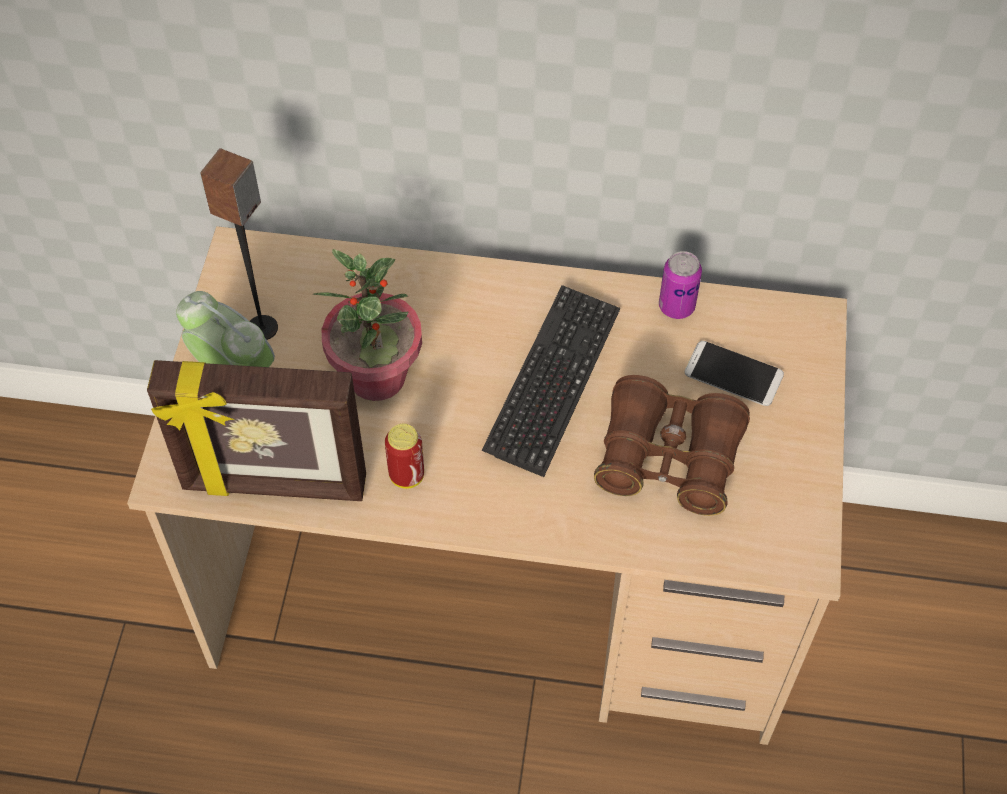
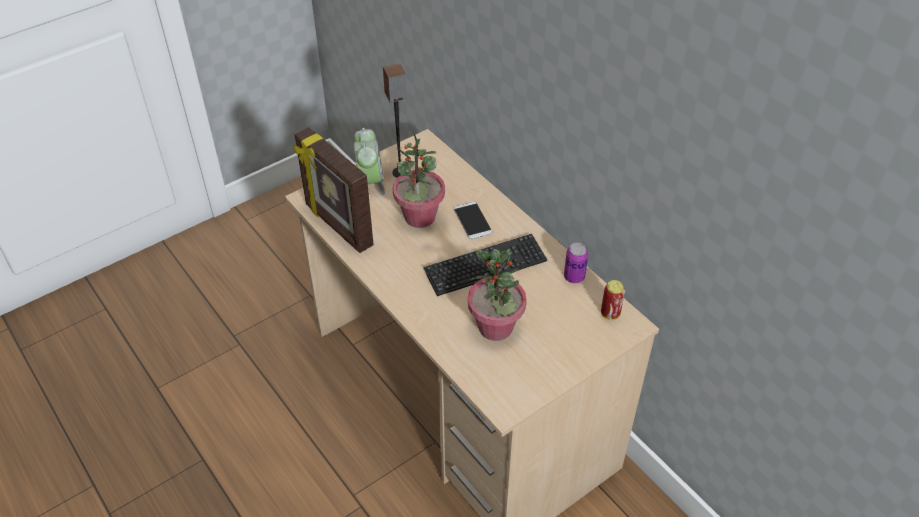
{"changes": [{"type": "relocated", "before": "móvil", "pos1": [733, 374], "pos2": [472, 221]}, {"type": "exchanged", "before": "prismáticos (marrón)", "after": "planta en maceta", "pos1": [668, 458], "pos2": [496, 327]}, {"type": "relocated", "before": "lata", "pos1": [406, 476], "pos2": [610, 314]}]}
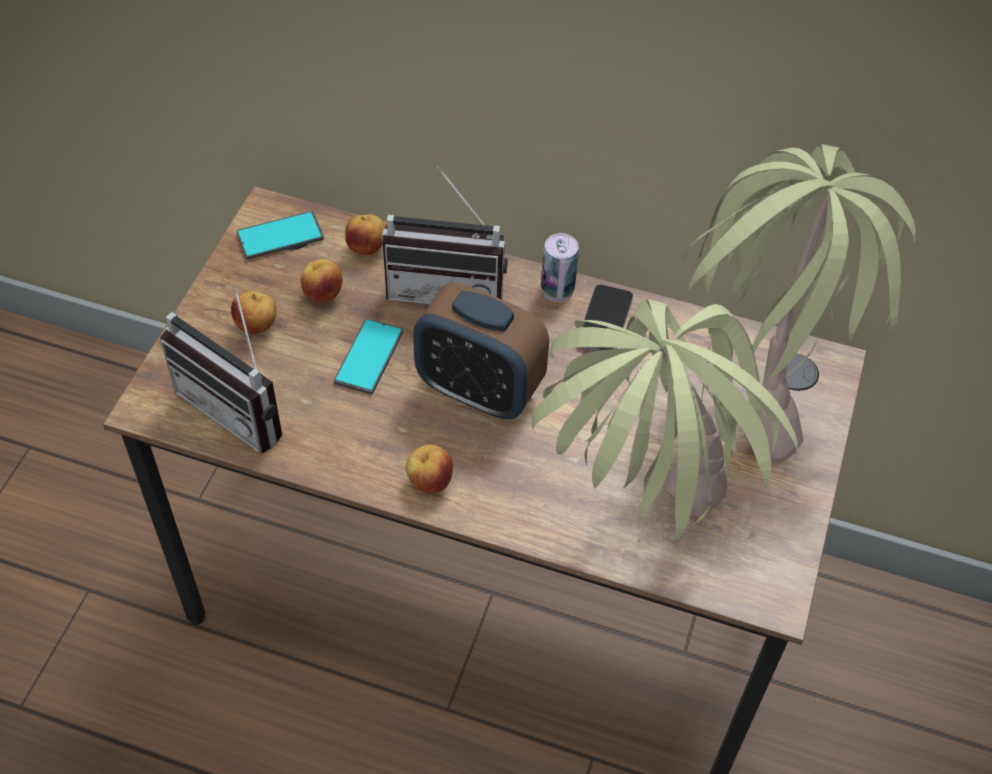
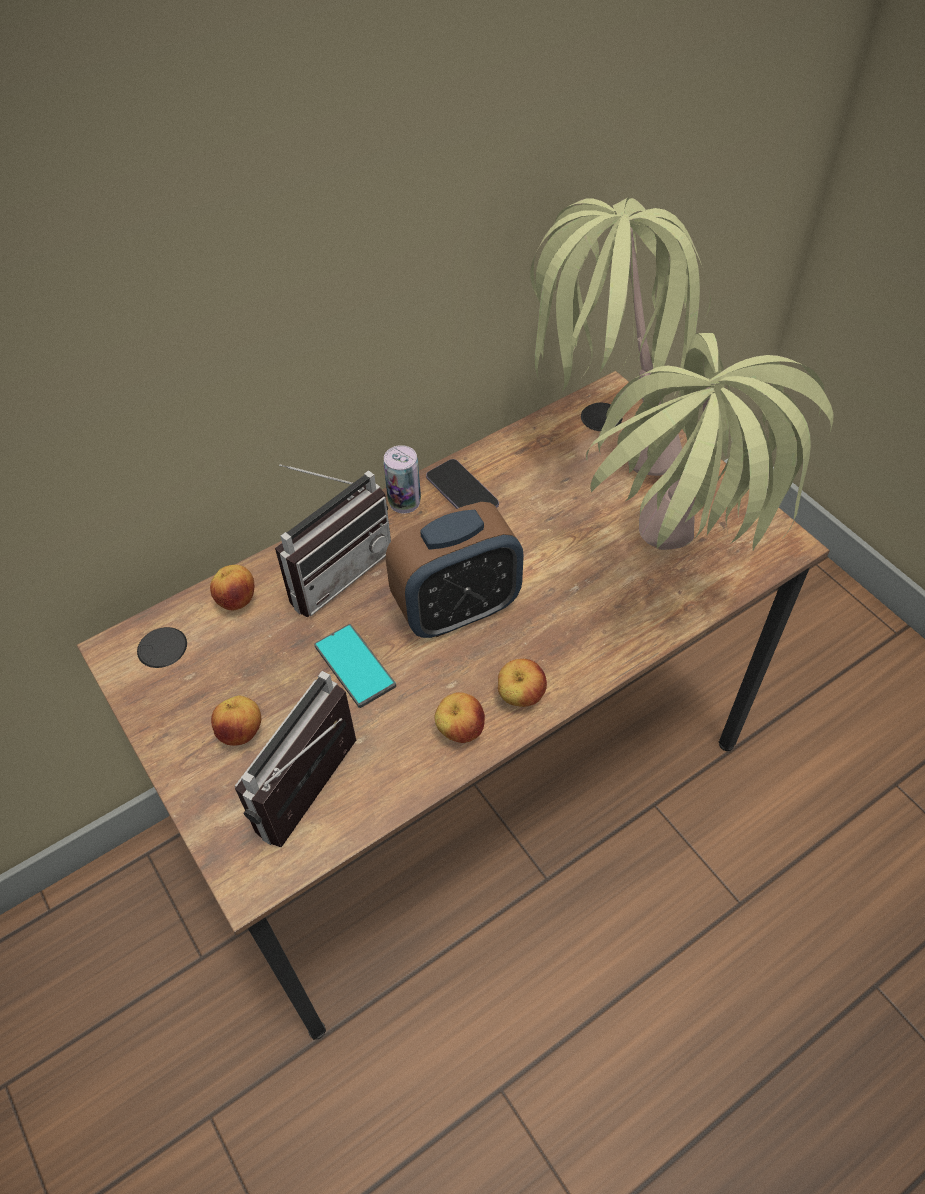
{"changes": [{"type": "spun", "before": "radio", "pos1": [241, 406], "pos2": [320, 796], "turn": 135}, {"type": "relocated", "before": "manzana", "pos1": [323, 294], "pos2": [460, 730]}, {"type": "missing", "before": "móvil", "pos1": [280, 236]}]}
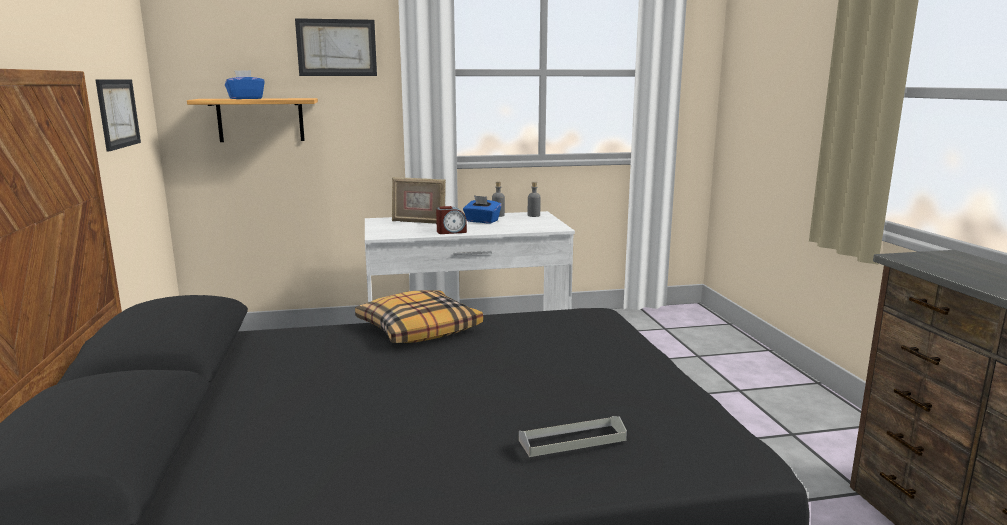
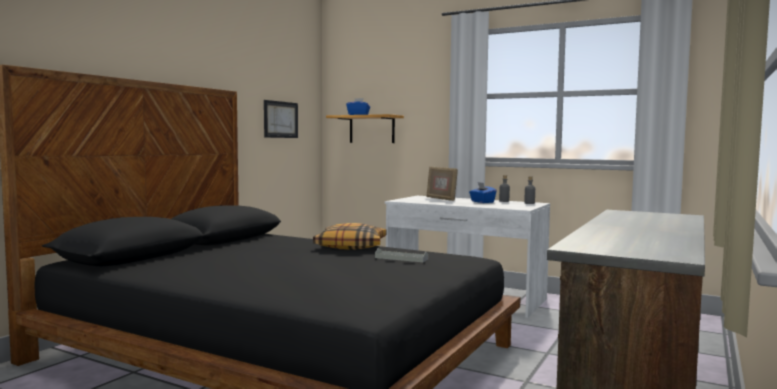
{"changes": [{"type": "relocated", "before": "bandeja (gris)", "pos1": [572, 440], "pos2": [401, 258]}, {"type": "missing", "before": "cuadro", "pos1": [336, 47]}, {"type": "missing", "before": "despertador", "pos1": [451, 232]}]}
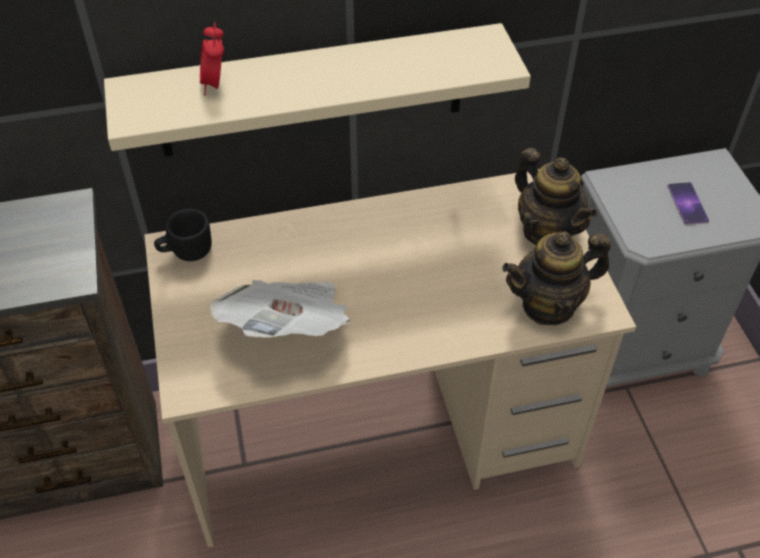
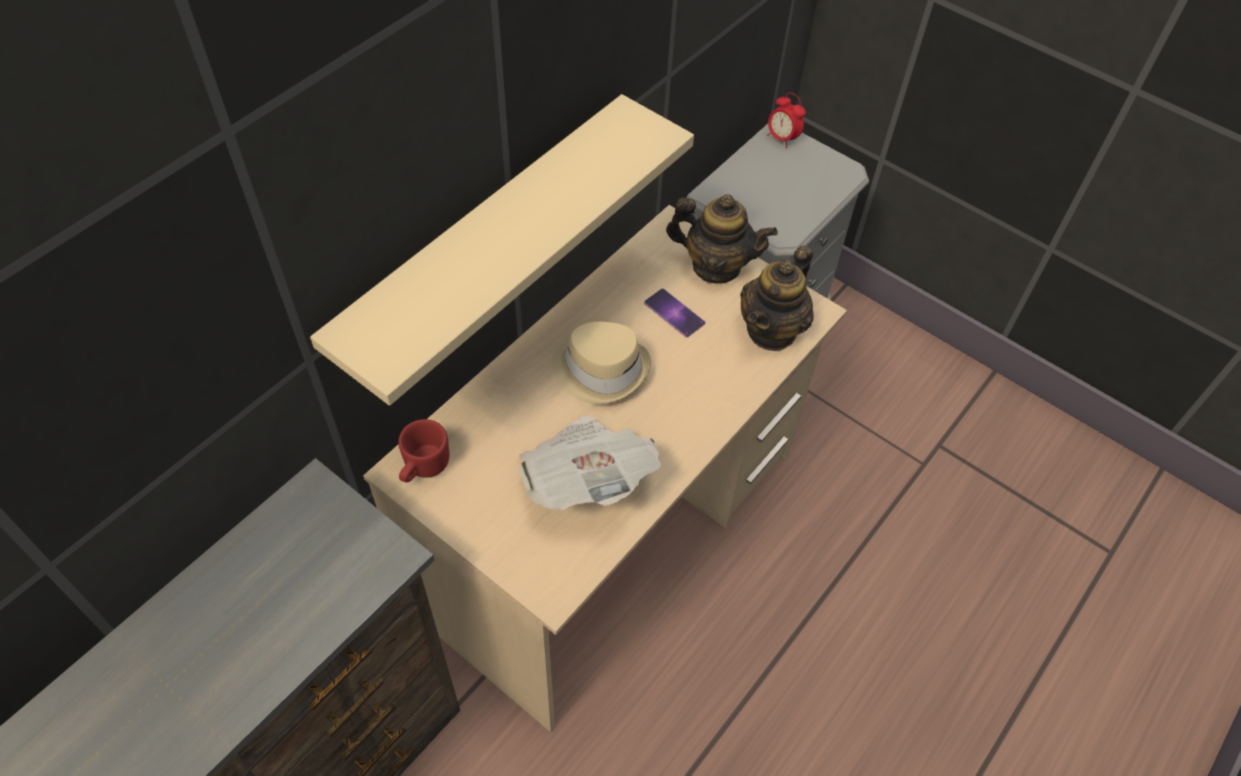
{"changes": [{"type": "colour", "before": "taza grande (negro)", "after": "taza grande (rojo)", "pos1": [186, 251], "pos2": [422, 467]}, {"type": "appeared", "after": "sombrero (beis)", "pos2": [601, 369]}, {"type": "relocated", "before": "móvil", "pos1": [687, 203], "pos2": [674, 313]}, {"type": "relocated", "before": "despertador", "pos1": [215, 85], "pos2": [782, 138]}]}
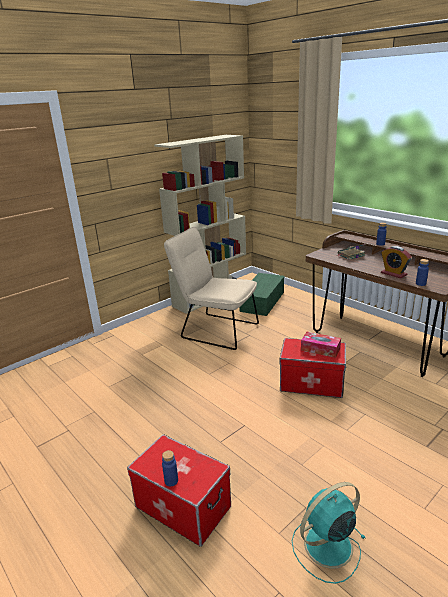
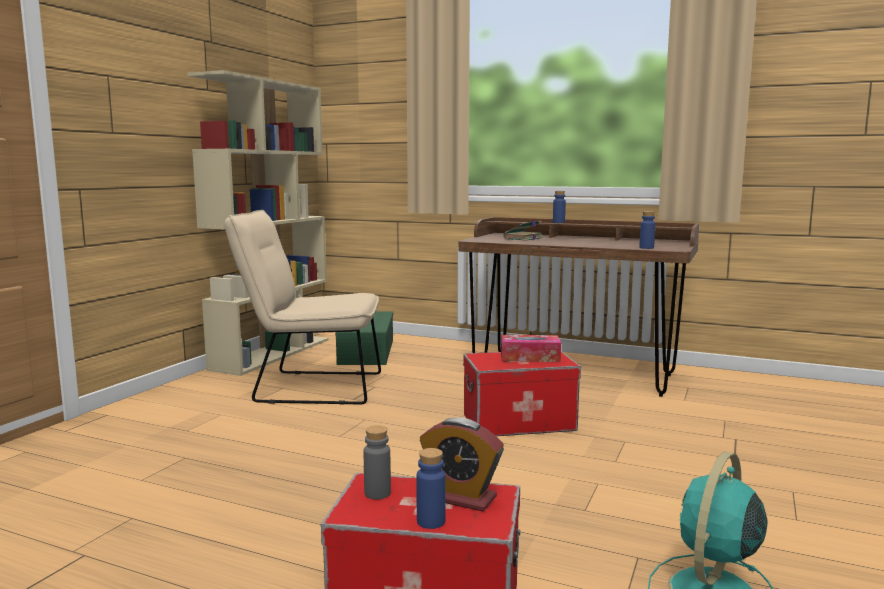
{"changes": [{"type": "appeared", "after": "botella (gris)", "pos2": [377, 493]}, {"type": "relocated", "before": "despertador", "pos1": [393, 274], "pos2": [460, 498]}]}
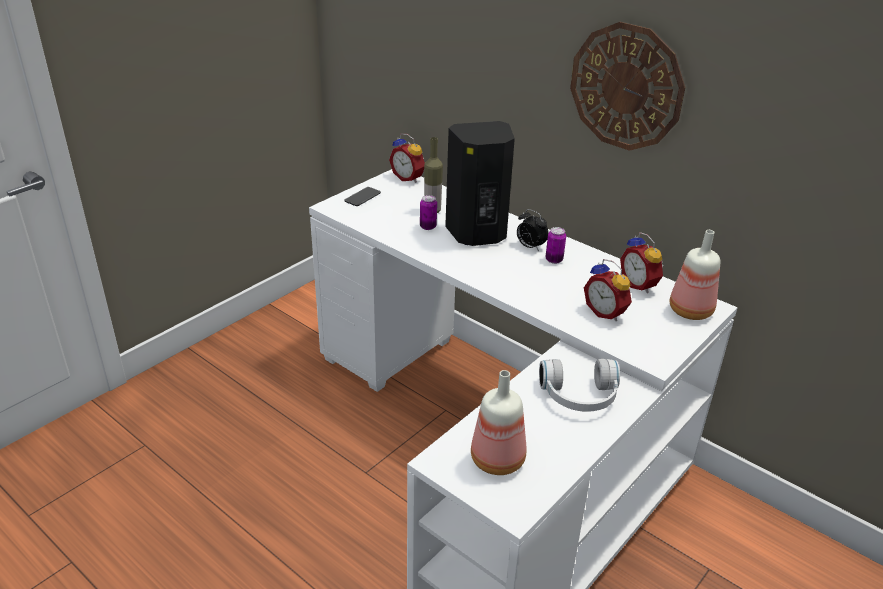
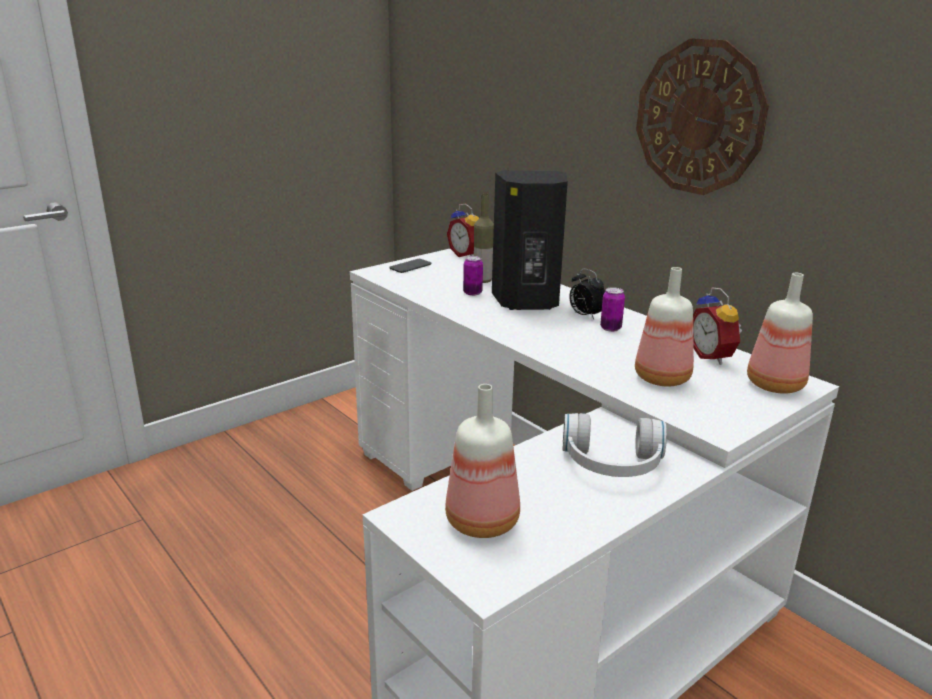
{"changes": [{"type": "exchanged", "before": "despertador", "after": "botella", "pos1": [606, 312], "pos2": [664, 379]}]}
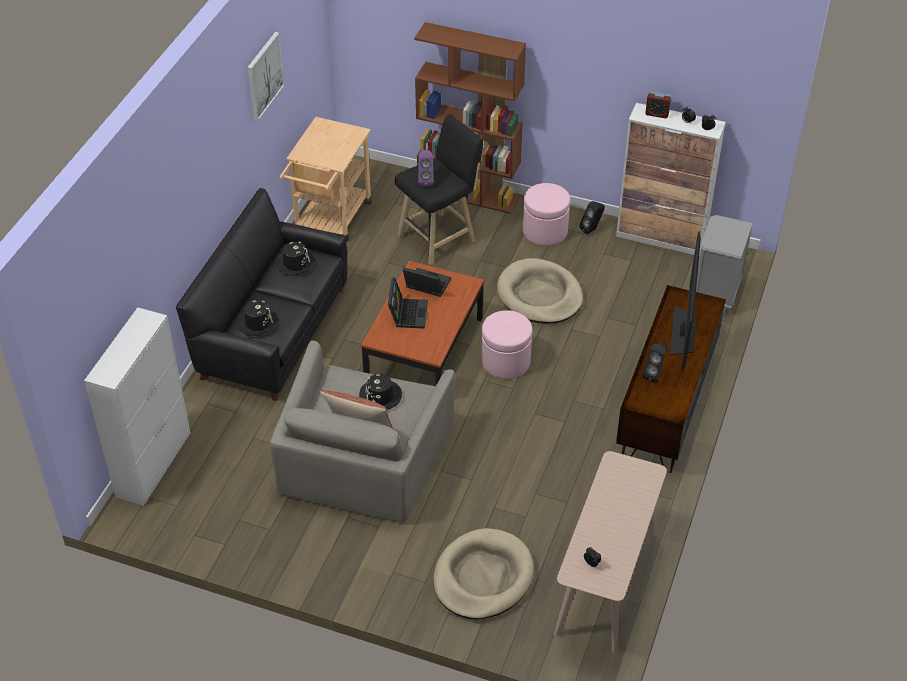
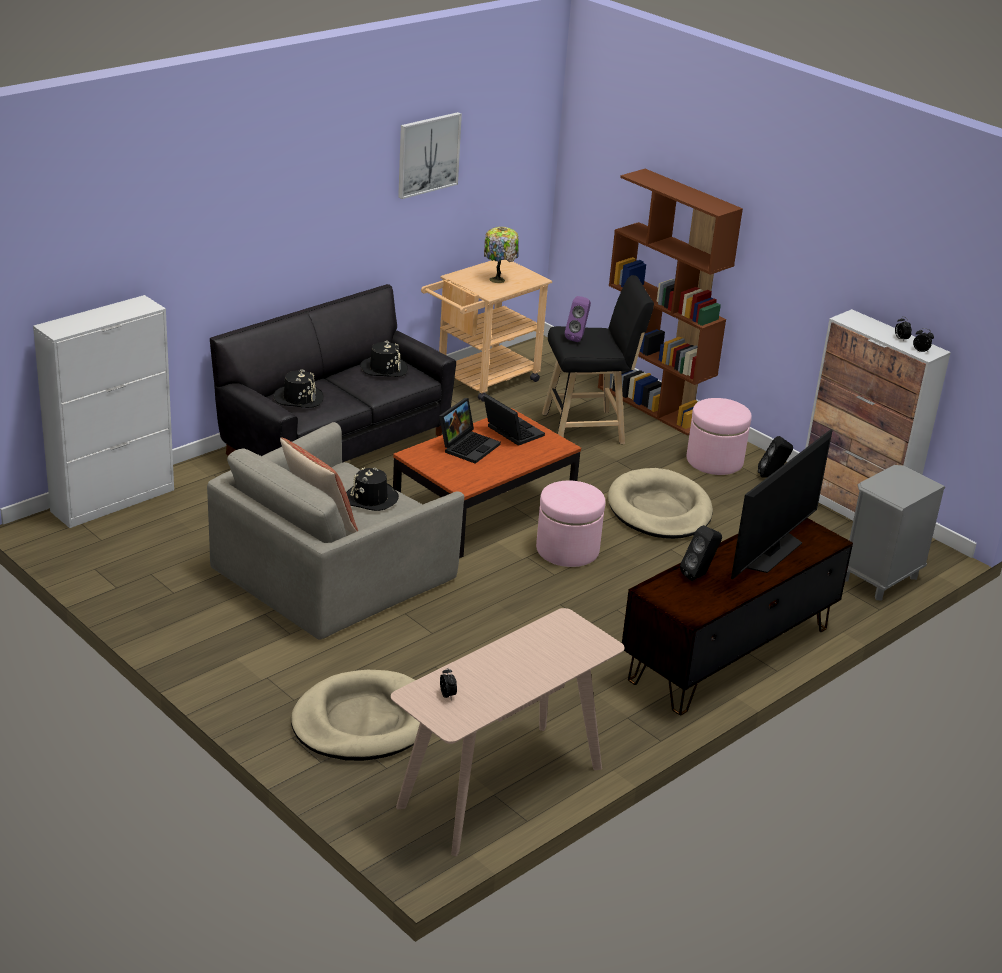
{"changes": [{"type": "appeared", "after": "lámpara de mesa", "pos2": [498, 280]}, {"type": "missing", "before": "despertador", "pos1": [657, 114]}]}
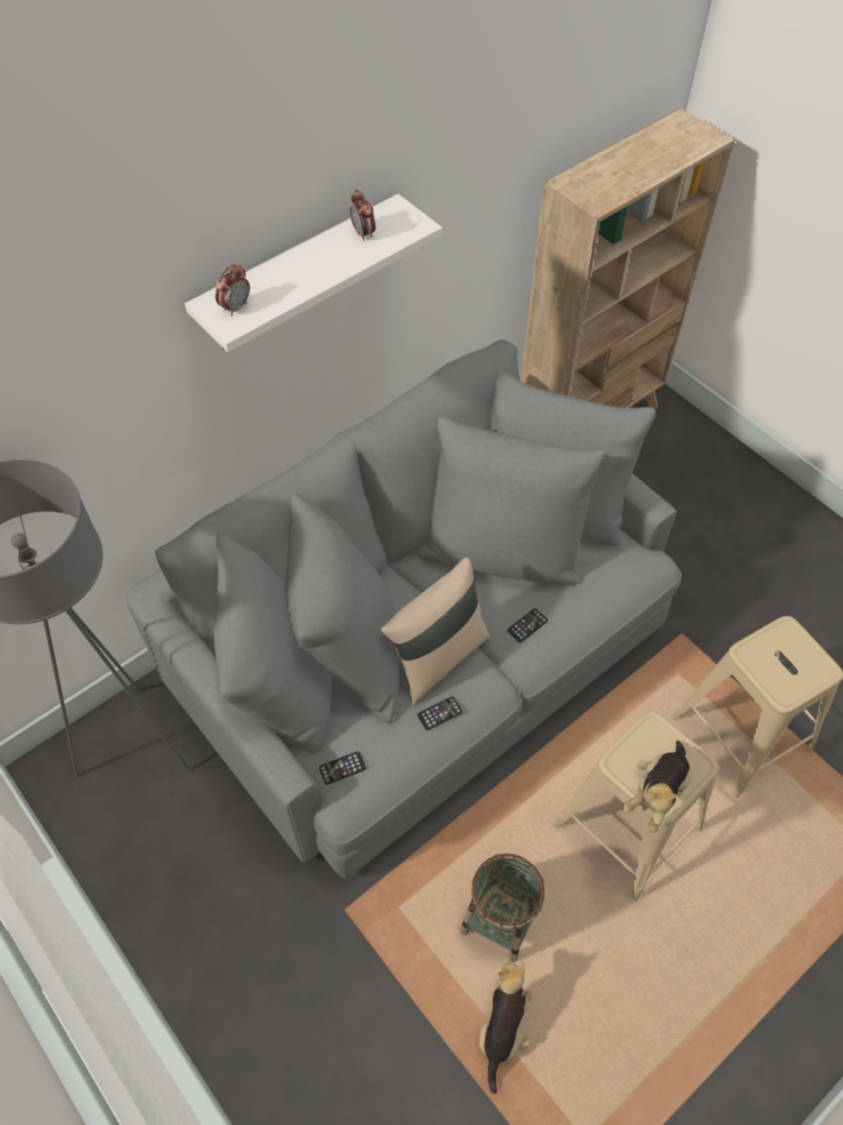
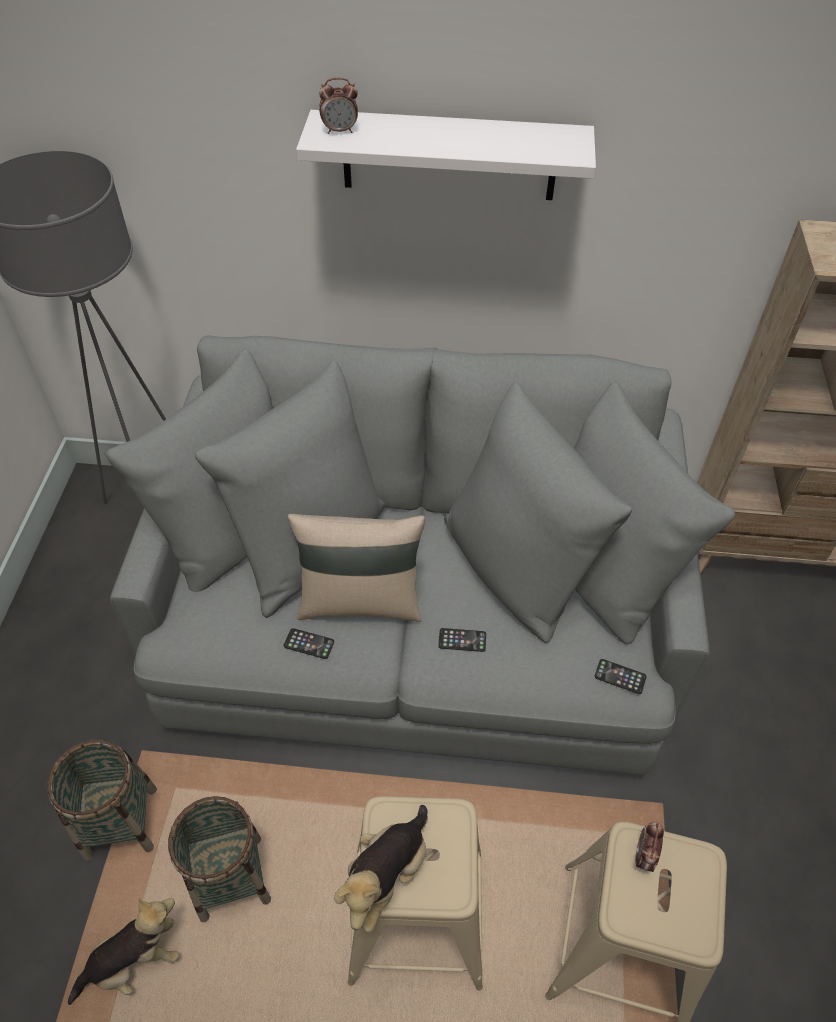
{"changes": [{"type": "appeared", "after": "cesta", "pos2": [121, 822]}, {"type": "spun", "before": "peluche", "pos1": [656, 793], "pos2": [385, 876], "turn": -45}, {"type": "relocated", "before": "móvil", "pos1": [342, 768], "pos2": [620, 676]}, {"type": "relocated", "before": "despertador", "pos1": [363, 233], "pos2": [644, 856]}]}
